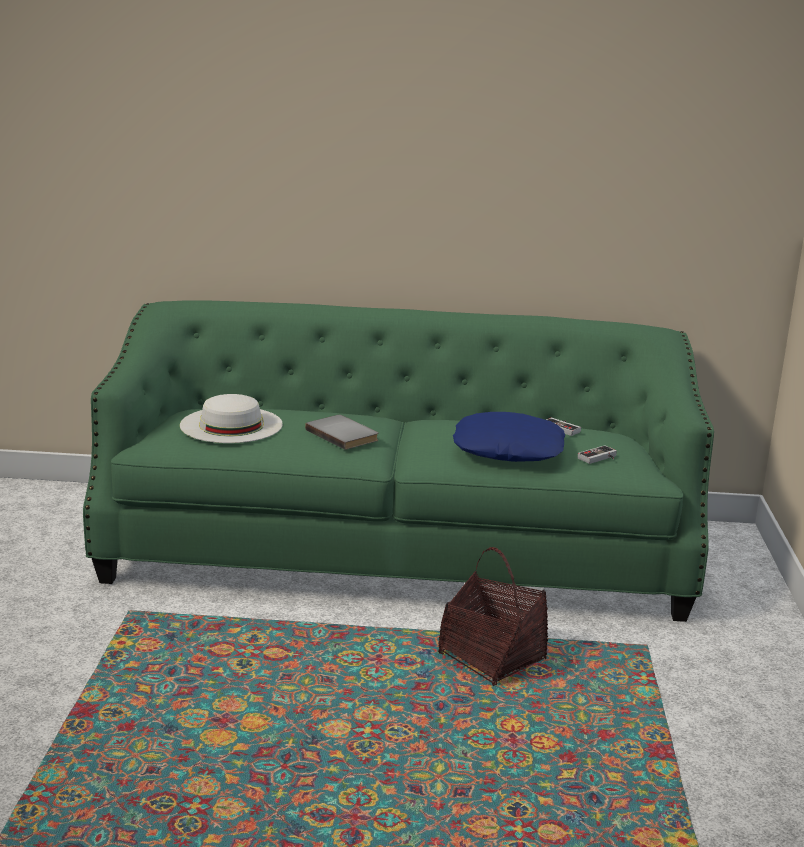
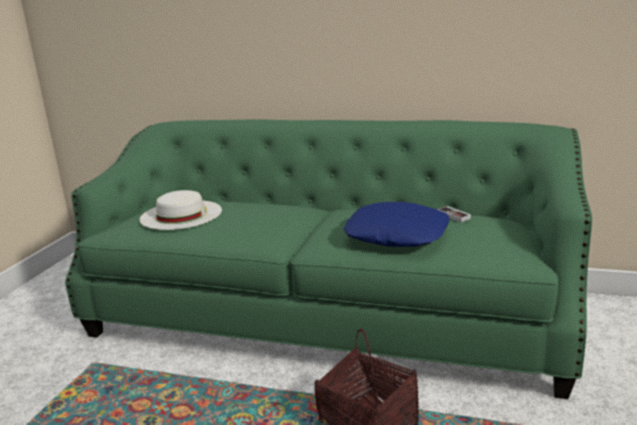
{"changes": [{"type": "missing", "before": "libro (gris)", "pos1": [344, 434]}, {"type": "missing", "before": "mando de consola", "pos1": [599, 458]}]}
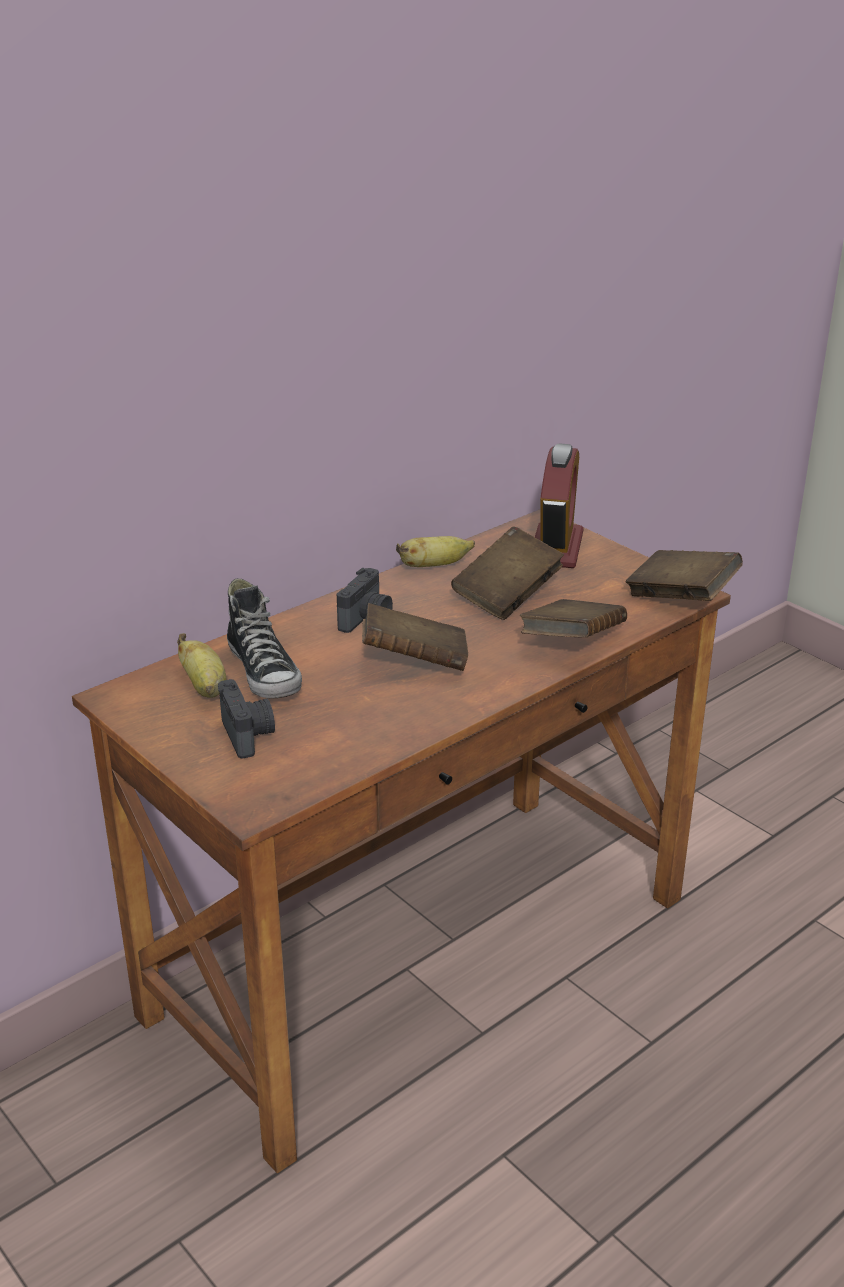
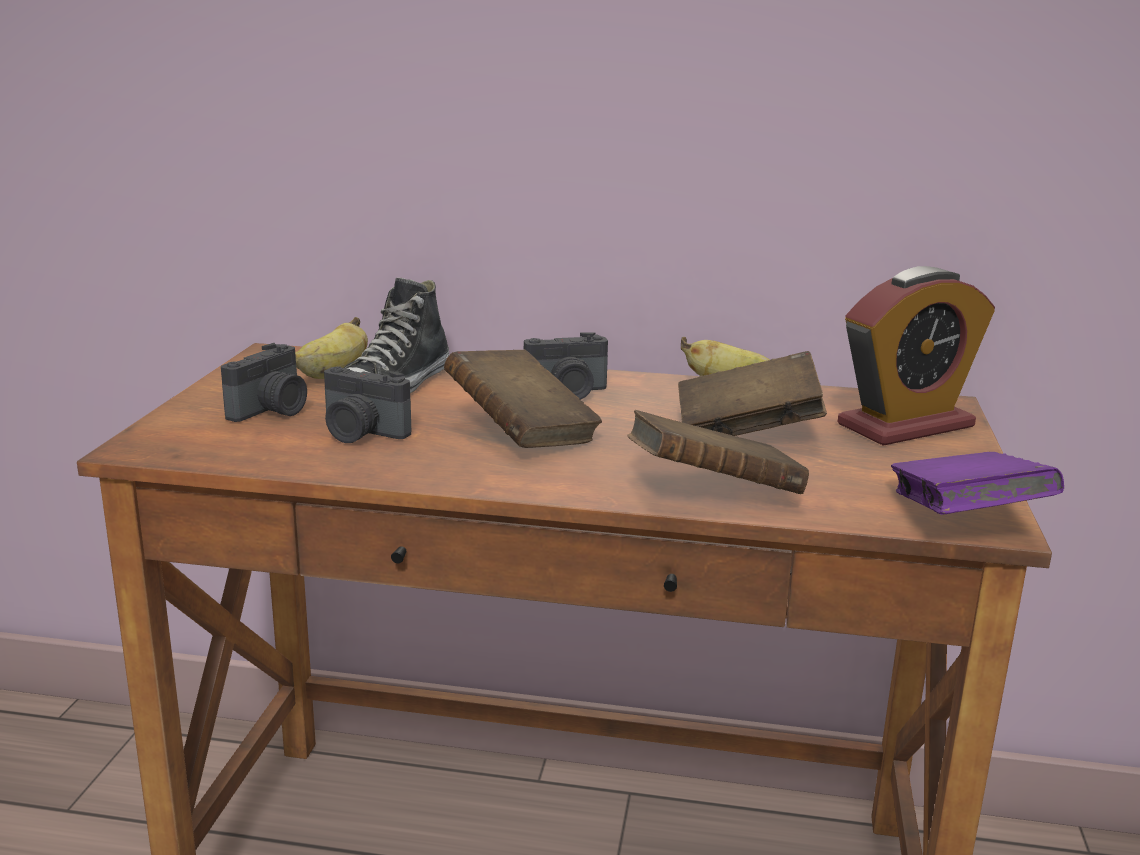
{"changes": [{"type": "appeared", "after": "cámara", "pos2": [360, 433]}, {"type": "colour", "before": "libro (marrón)", "after": "libro (morado)", "pos1": [681, 597], "pos2": [963, 522]}]}
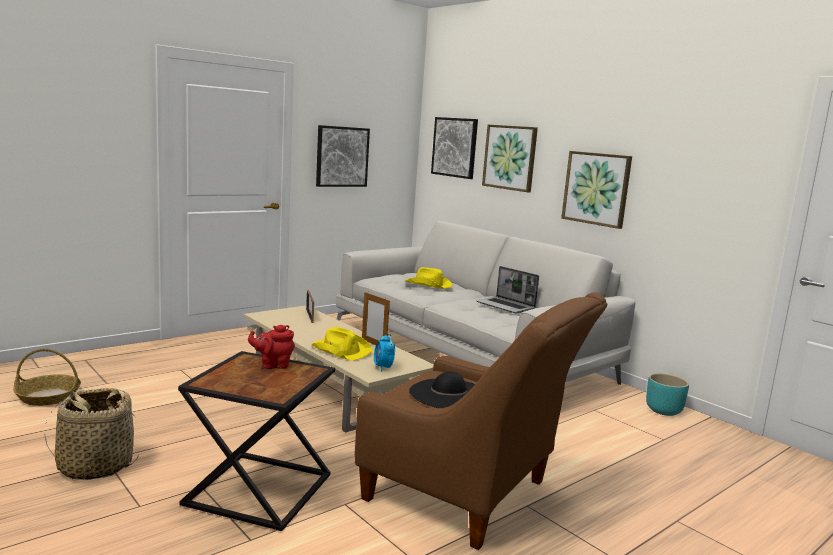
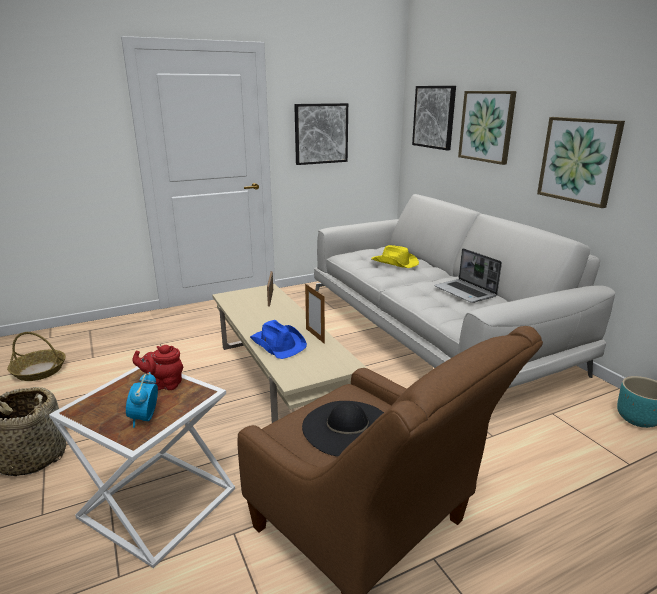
{"changes": [{"type": "colour", "before": "mesa auxiliar (negro)", "after": "mesa auxiliar (blanco)", "pos1": [259, 491], "pos2": [158, 506]}, {"type": "relocated", "before": "despertador", "pos1": [383, 367], "pos2": [145, 418]}, {"type": "colour", "before": "sombrero (amarillo)", "after": "sombrero (azul)", "pos1": [341, 350], "pos2": [278, 343]}]}
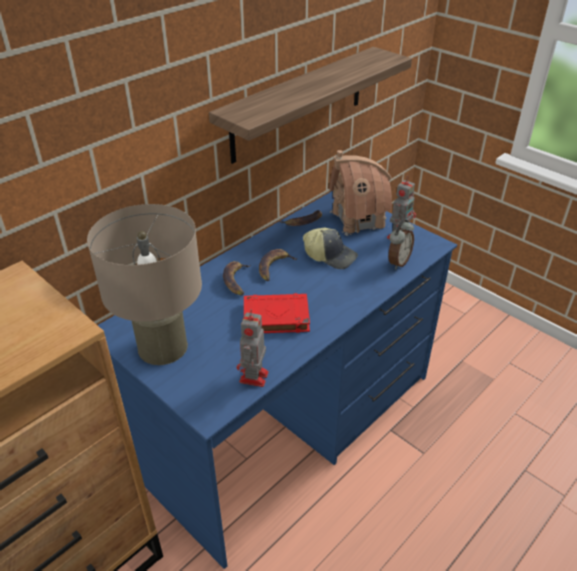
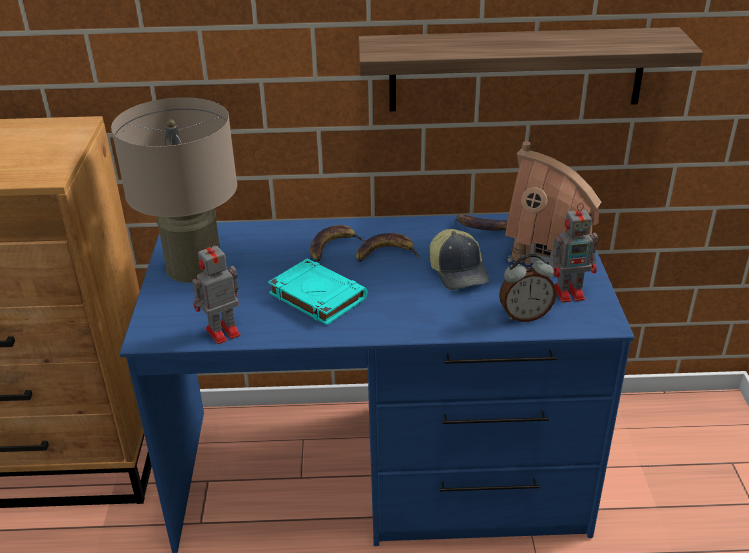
{"changes": [{"type": "colour", "before": "libro (rojo)", "after": "libro (turquesa)", "pos1": [275, 317], "pos2": [316, 296]}]}
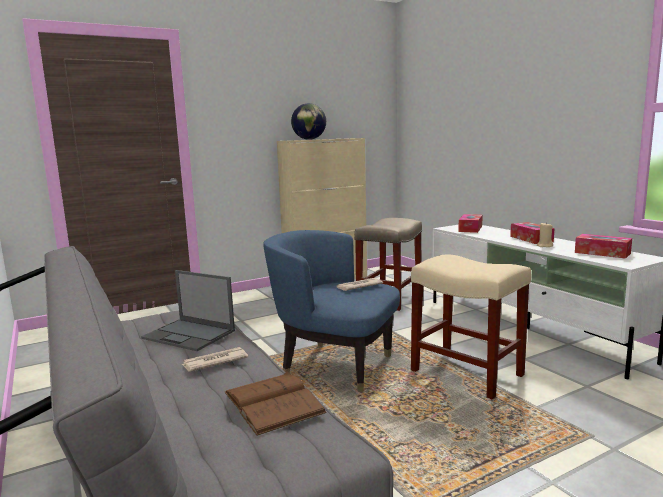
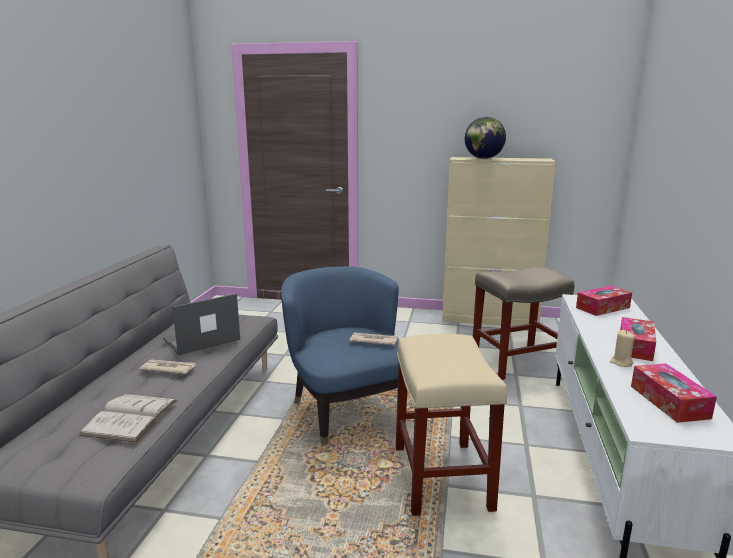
{"changes": [{"type": "colour", "before": "libro (marrón)", "after": "libro (blanco)", "pos1": [273, 402], "pos2": [130, 417]}, {"type": "spun", "before": "portátil", "pos1": [190, 335], "pos2": [201, 339], "turn": 75}]}
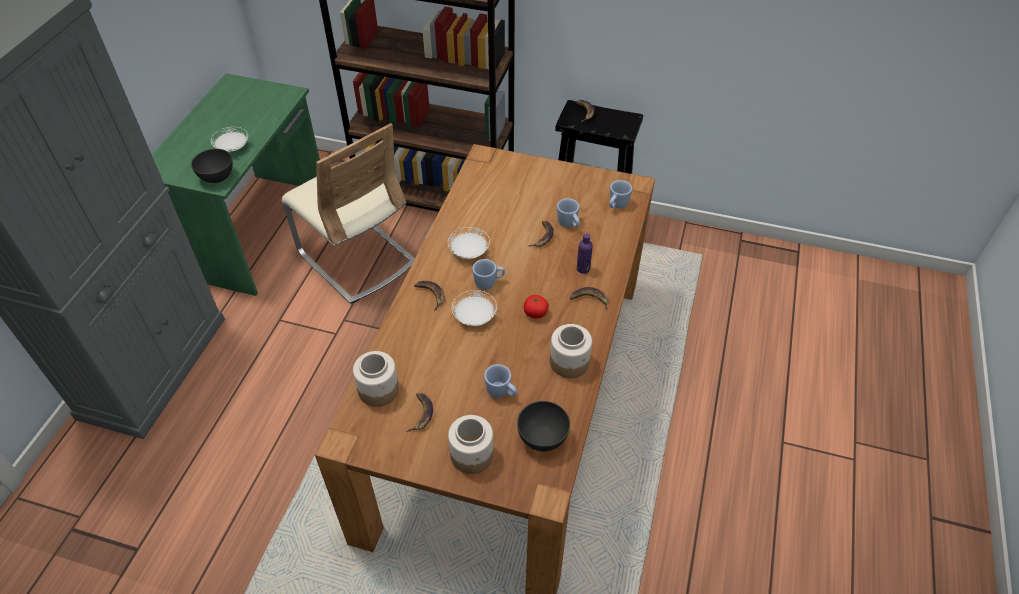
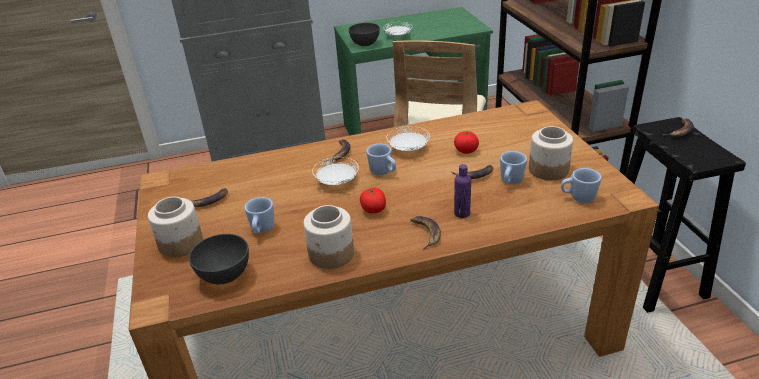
{"changes": [{"type": "appeared", "after": "tomate", "pos2": [466, 151]}, {"type": "relocated", "before": "tarro", "pos1": [379, 389], "pos2": [549, 169]}]}
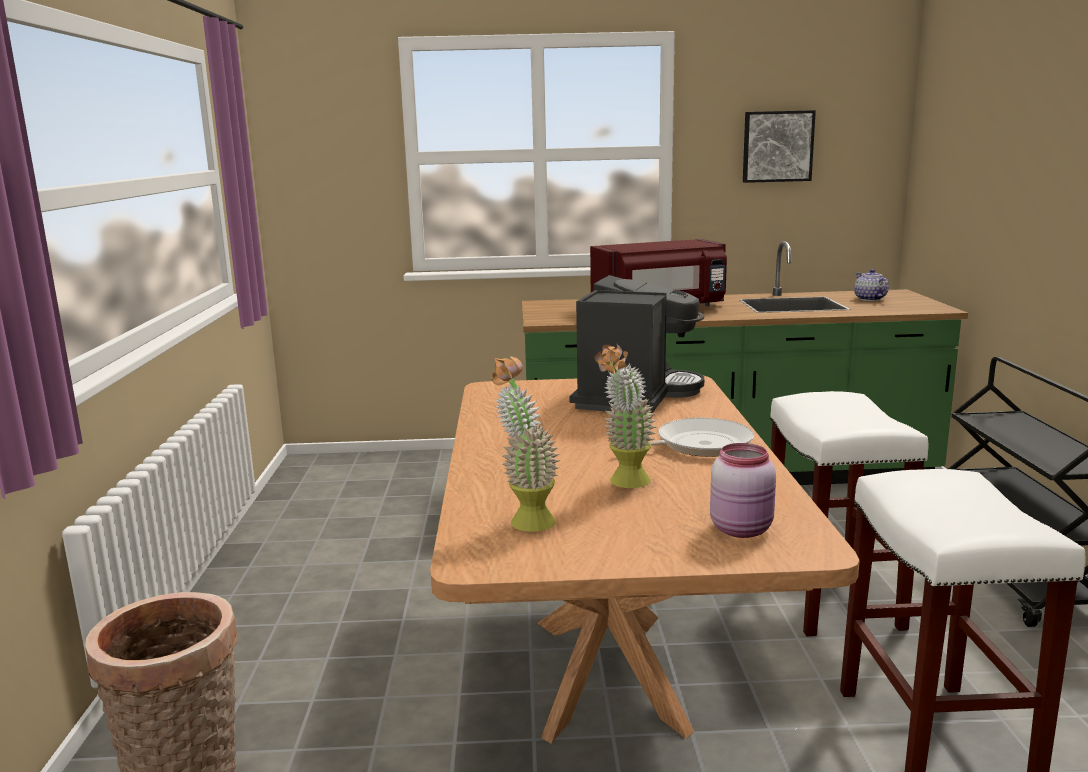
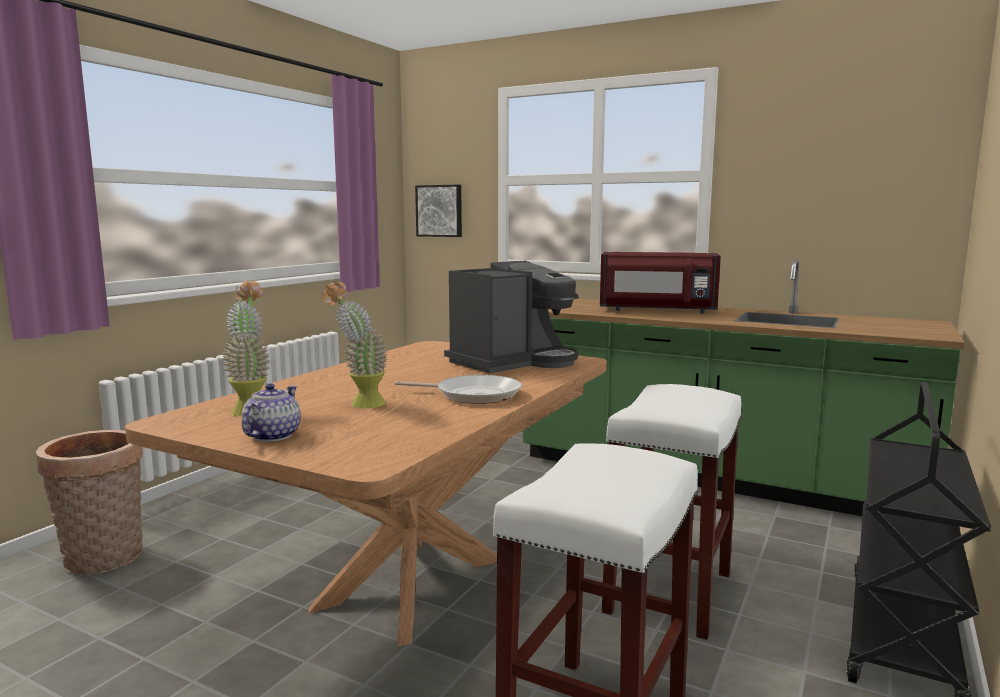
{"changes": [{"type": "relocated", "before": "tetera", "pos1": [869, 299], "pos2": [271, 436]}, {"type": "relocated", "before": "cuadro", "pos1": [777, 146], "pos2": [440, 211]}, {"type": "missing", "before": "tarro (rosa)", "pos1": [743, 529]}]}
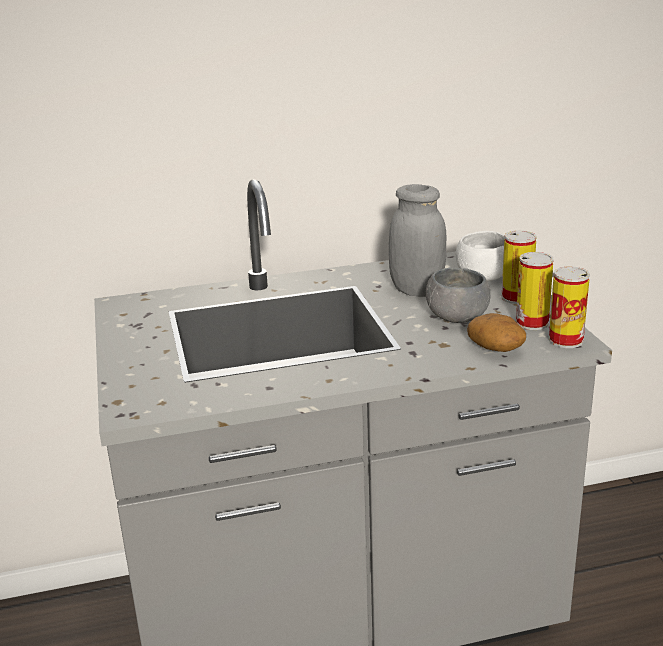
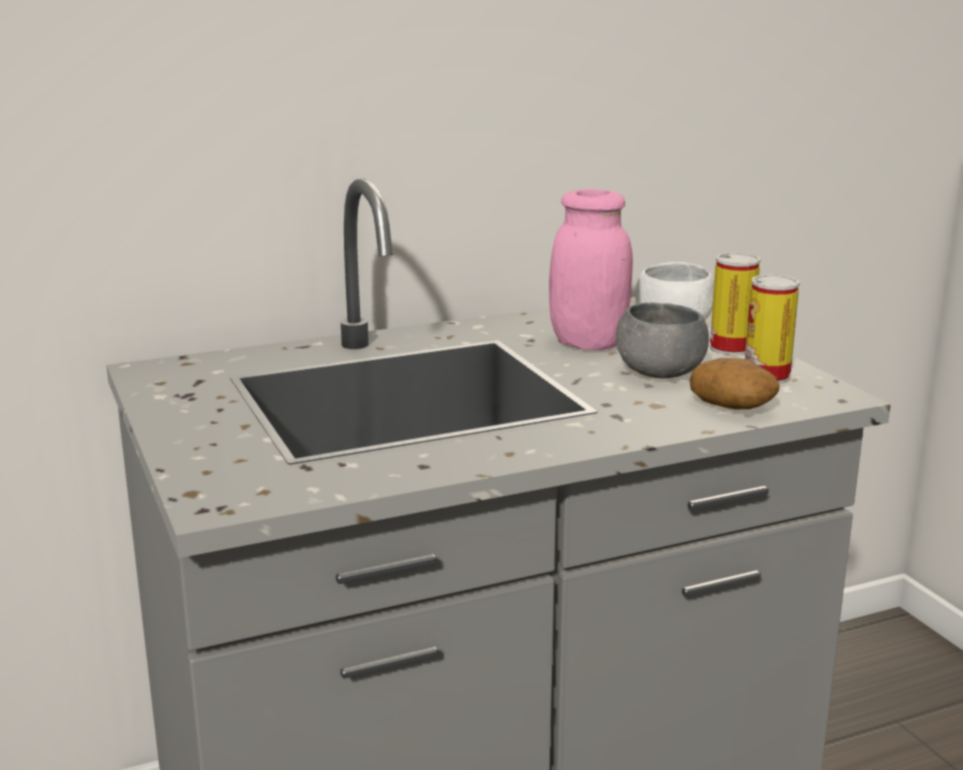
{"changes": [{"type": "colour", "before": "tarro (gris)", "after": "tarro (rosa)", "pos1": [416, 290], "pos2": [588, 343]}, {"type": "missing", "before": "lata", "pos1": [566, 340]}]}
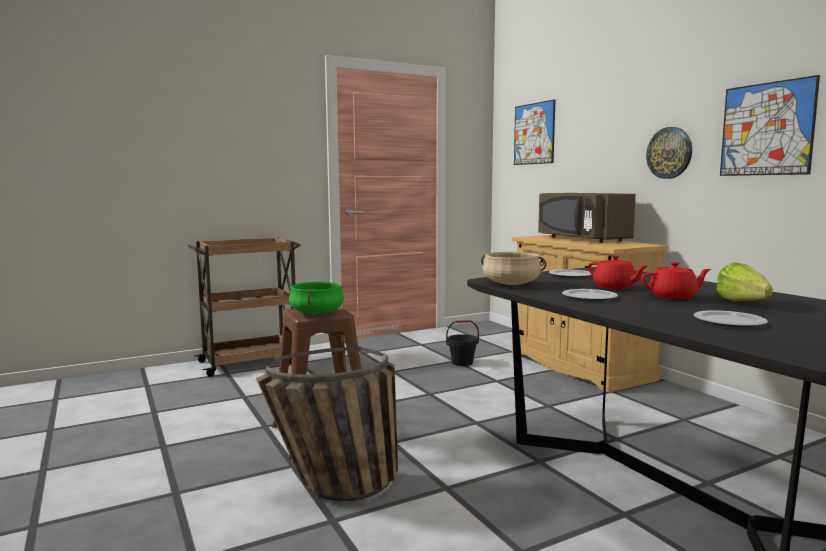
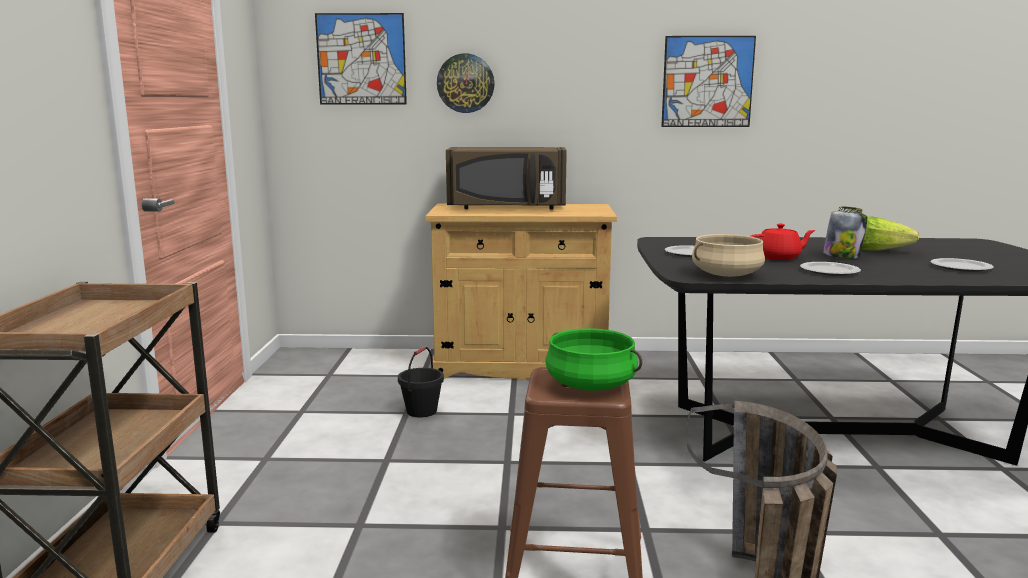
{"changes": [{"type": "relocated", "before": "reloj de pared", "pos1": [669, 153], "pos2": [465, 83]}, {"type": "exchanged", "before": "tetera (rojo)", "after": "tarro", "pos1": [674, 297], "pos2": [842, 256]}]}
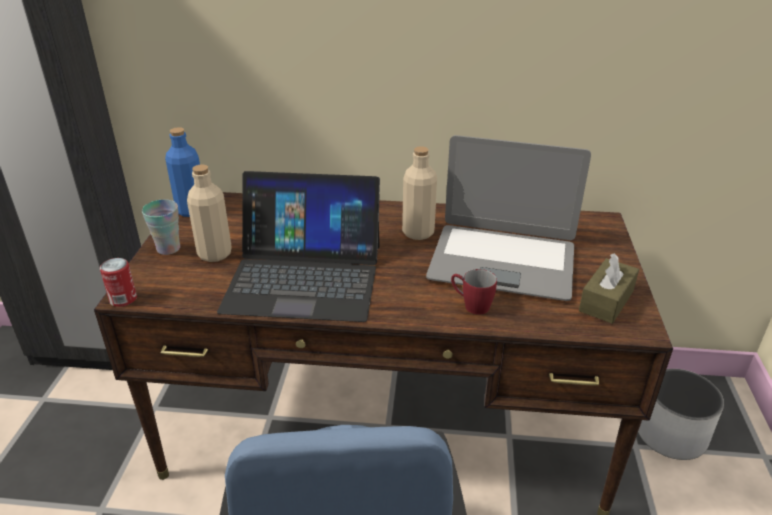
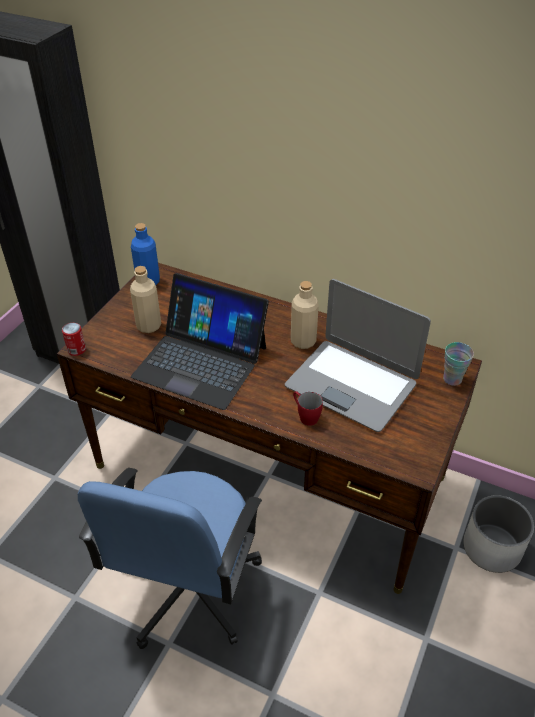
{"changes": [{"type": "relocated", "before": "taza", "pos1": [168, 248], "pos2": [452, 379]}, {"type": "missing", "before": "caja de pañuelos (marrón)", "pos1": [606, 301]}]}
